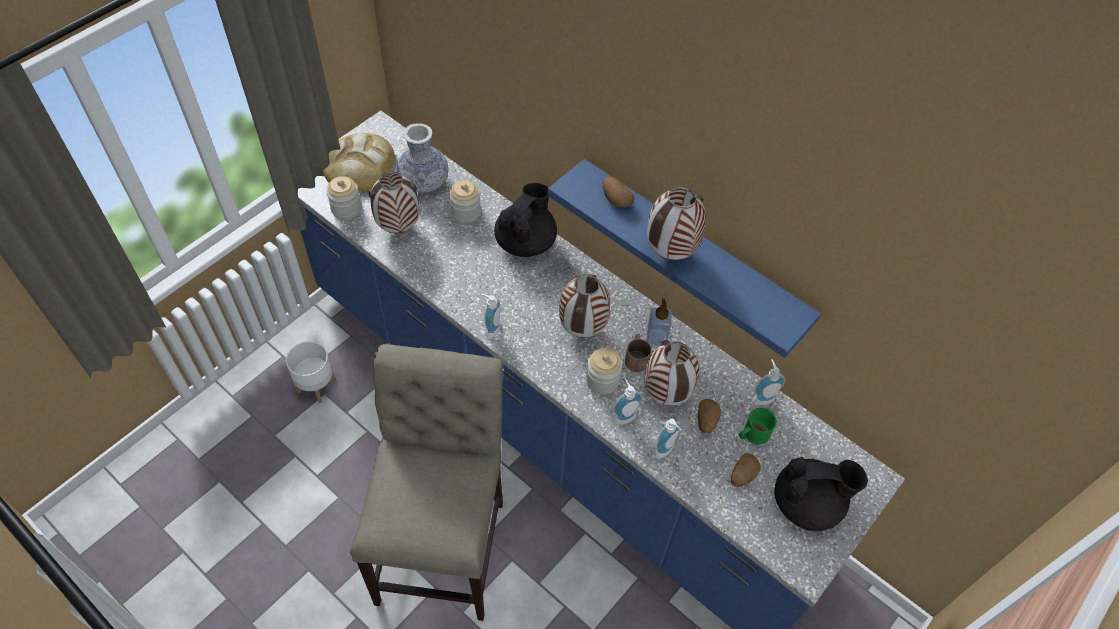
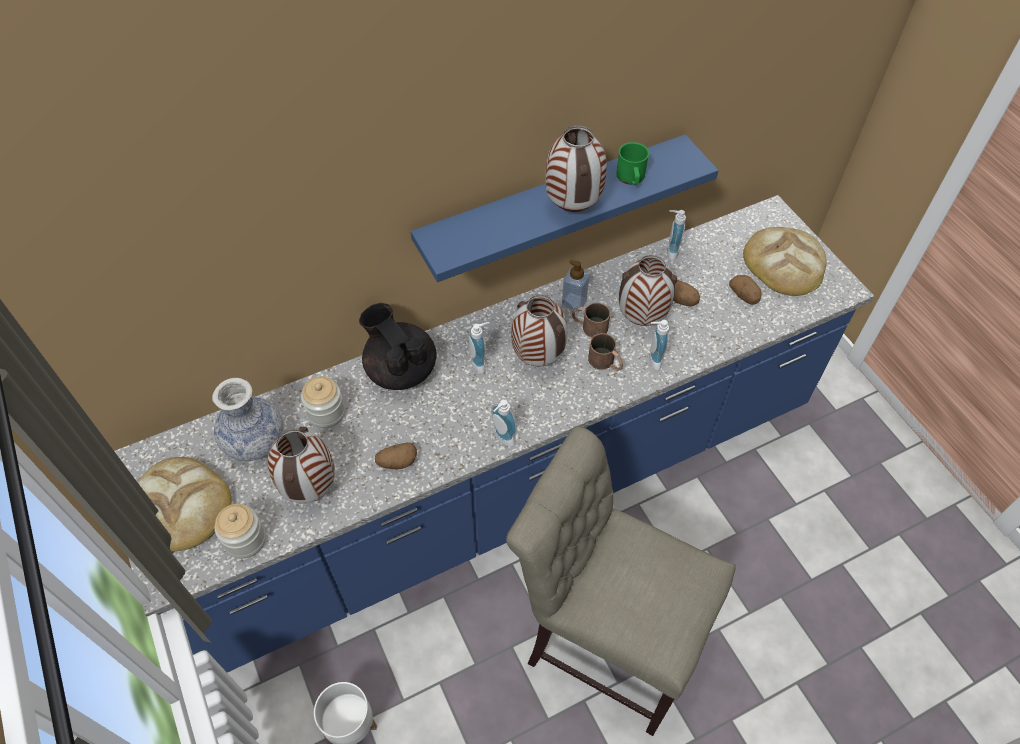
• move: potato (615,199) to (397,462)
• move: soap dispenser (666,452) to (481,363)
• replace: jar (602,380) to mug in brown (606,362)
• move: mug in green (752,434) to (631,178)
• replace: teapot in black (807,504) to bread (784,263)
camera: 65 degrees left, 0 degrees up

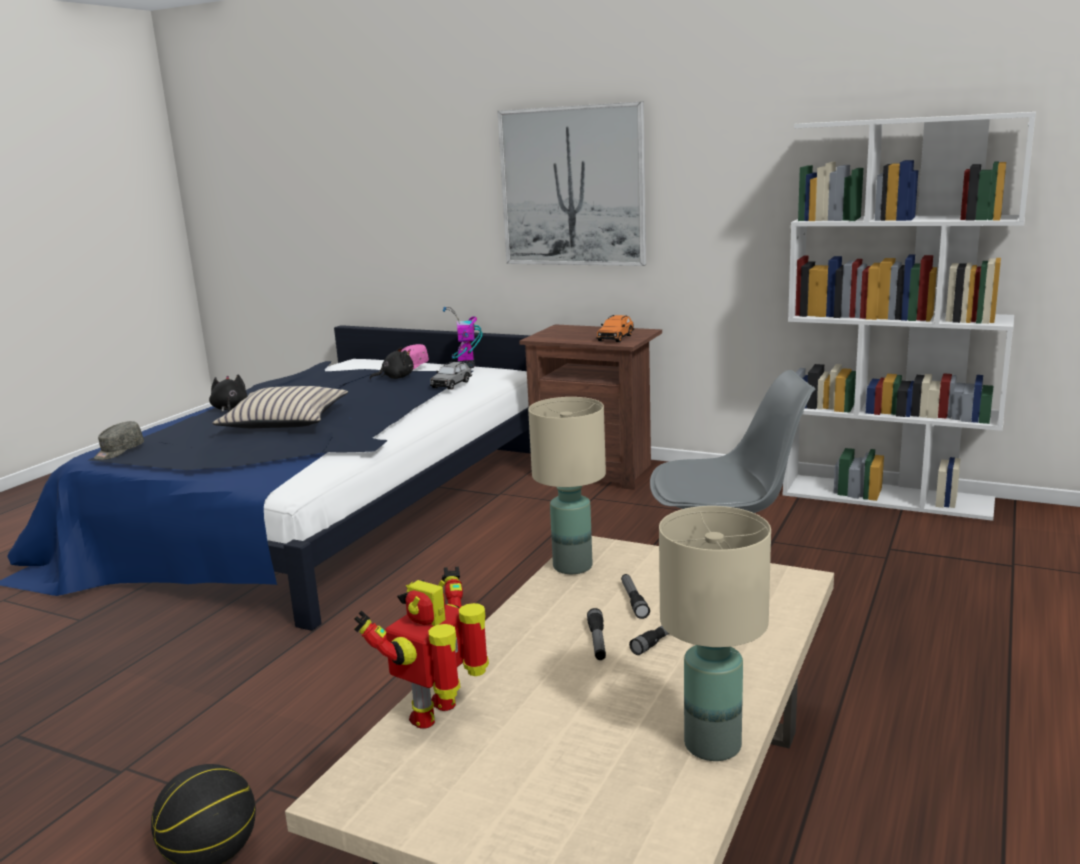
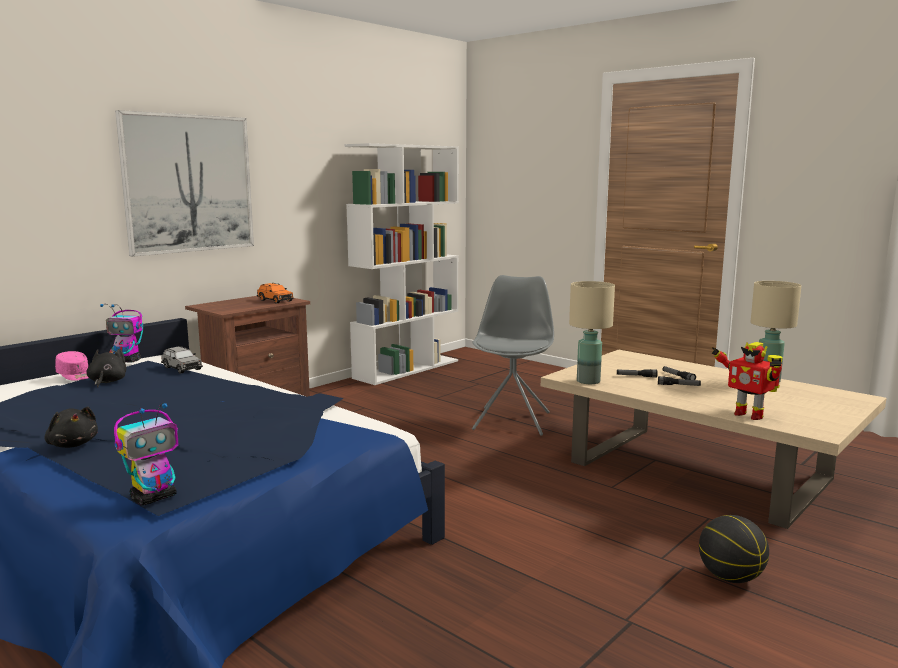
• rotate: plush toy in black (230,409) = (73,444) 135 degrees counterclockwise
• replace: cap in grey (119,451) to toy robot (154,497)
• delete: pillow in beige (285,421)
camera: 75 degrees left, 5 degrees down

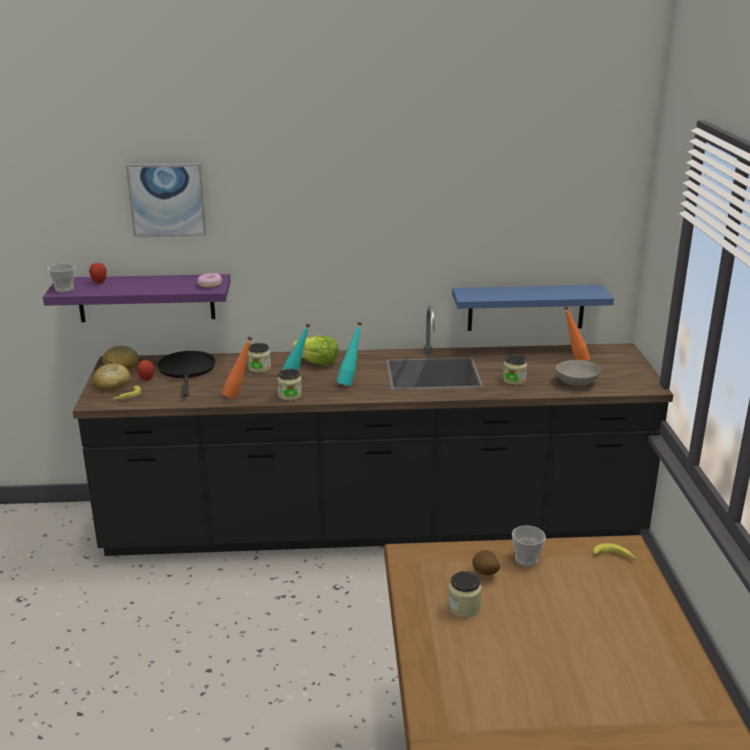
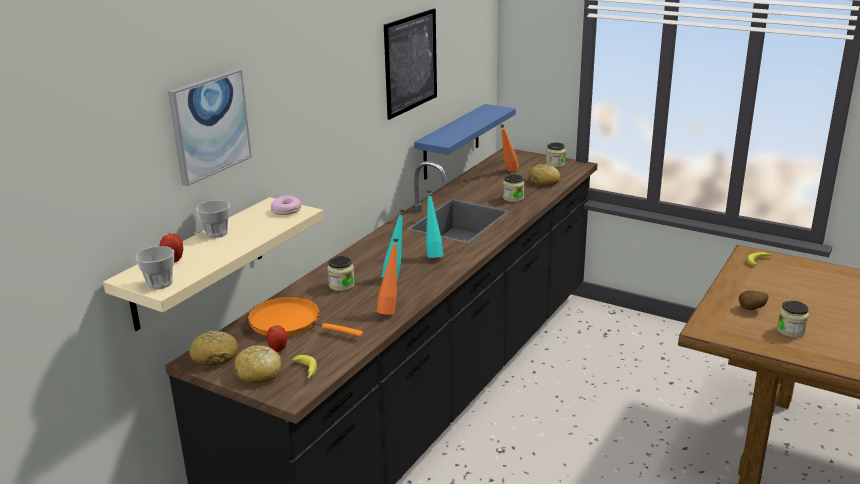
• recolor: shelf in purple (146,298) to shelf in beige (198,263)
• move: cup (526,559) to (216,233)
• recolor: frying pan in black (187,370) to frying pan in orange (290,322)
• insert: picture (410,62)
• replace: bowl in grey (577,383) to bread (544,181)
• move: jar (290,395) to (555,164)
• delete: lettuce (317,362)
camera: 55 degrees left, 0 degrees up

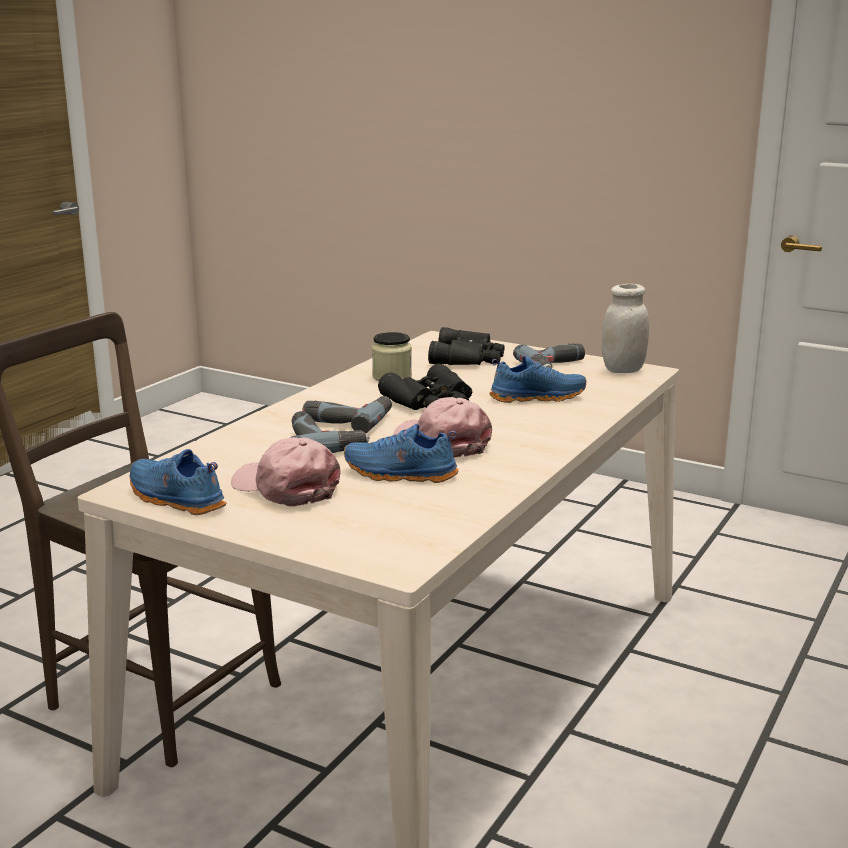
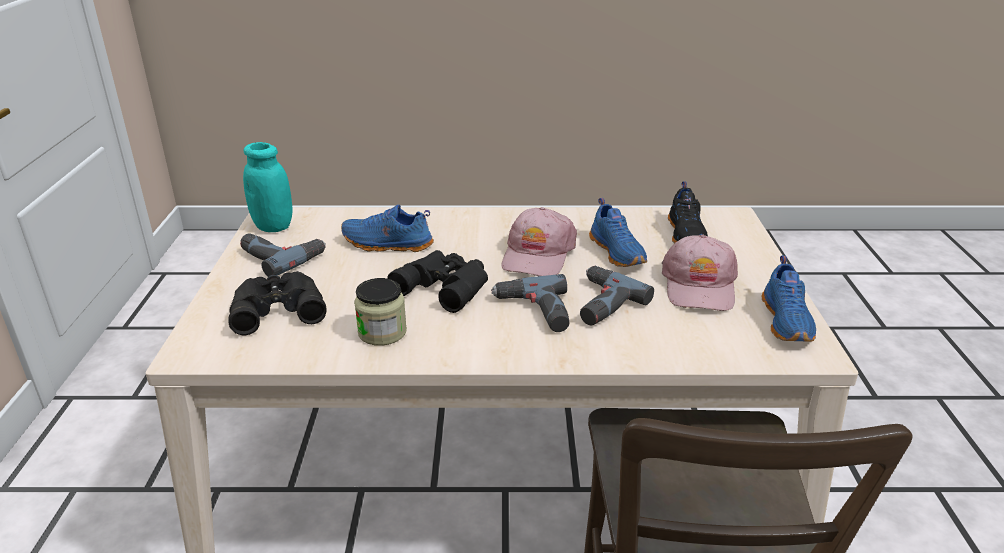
• recolor: jar in white (623,370) to jar in turquoise (273,226)
• rotate: shoe in blue (537,397) = (387,245) 45 degrees counterclockwise
• insert: shoe in black (687,234)
camera: 120 degrees left, 10 degrees up

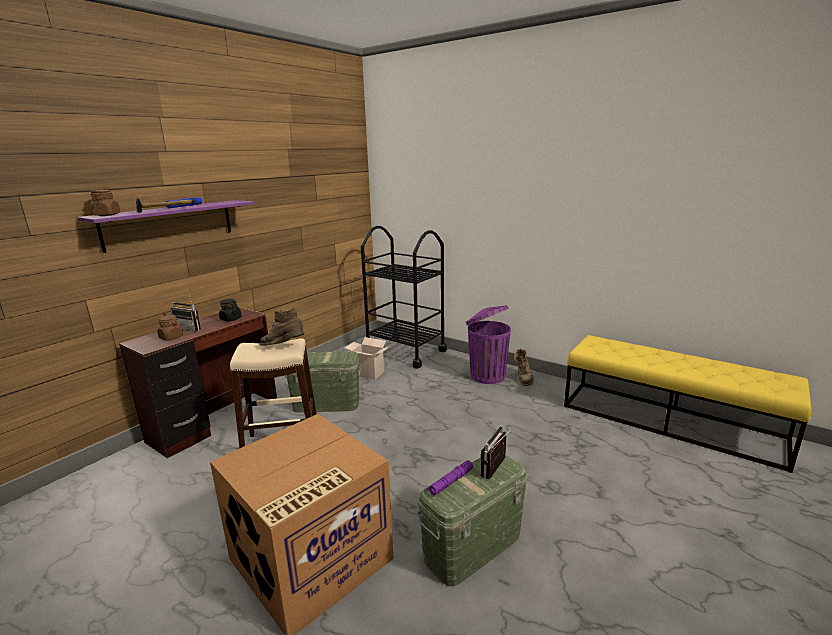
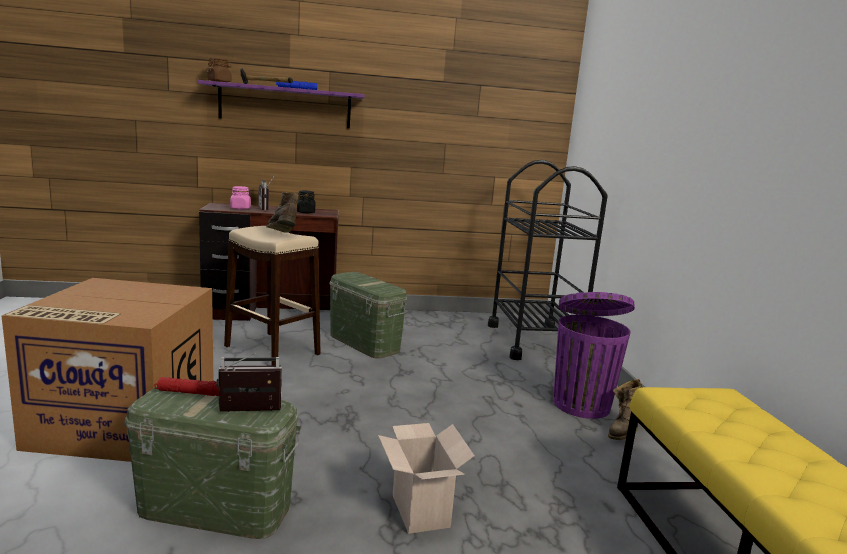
• recolor: flashlight in purple (451,482) to flashlight in red (195,393)
• recolor: jar in brown (171,337) to jar in pink (240,208)
• move: cardboard box (367,374) to (418,510)
camera: 45 degrees right, 5 degrees down

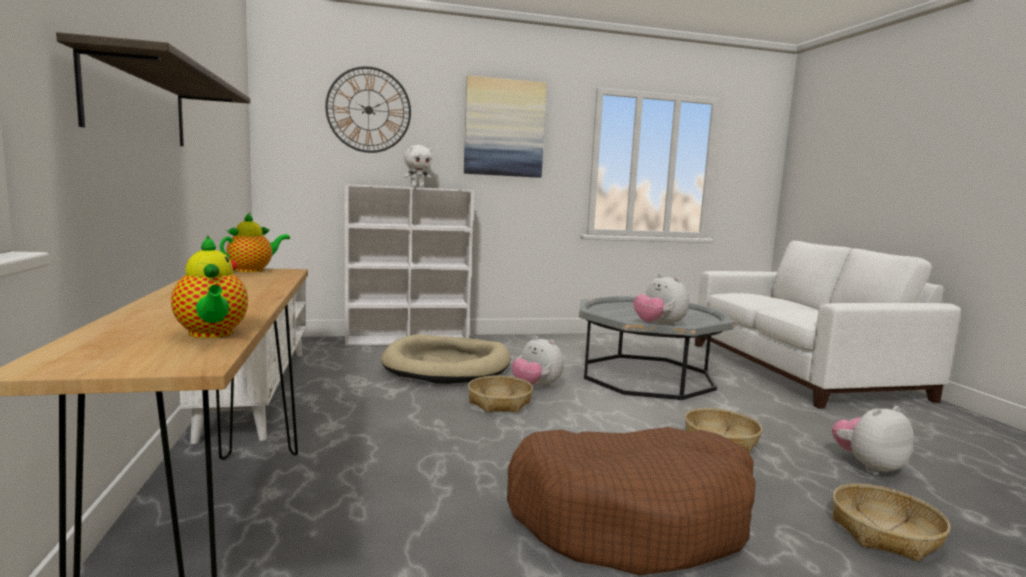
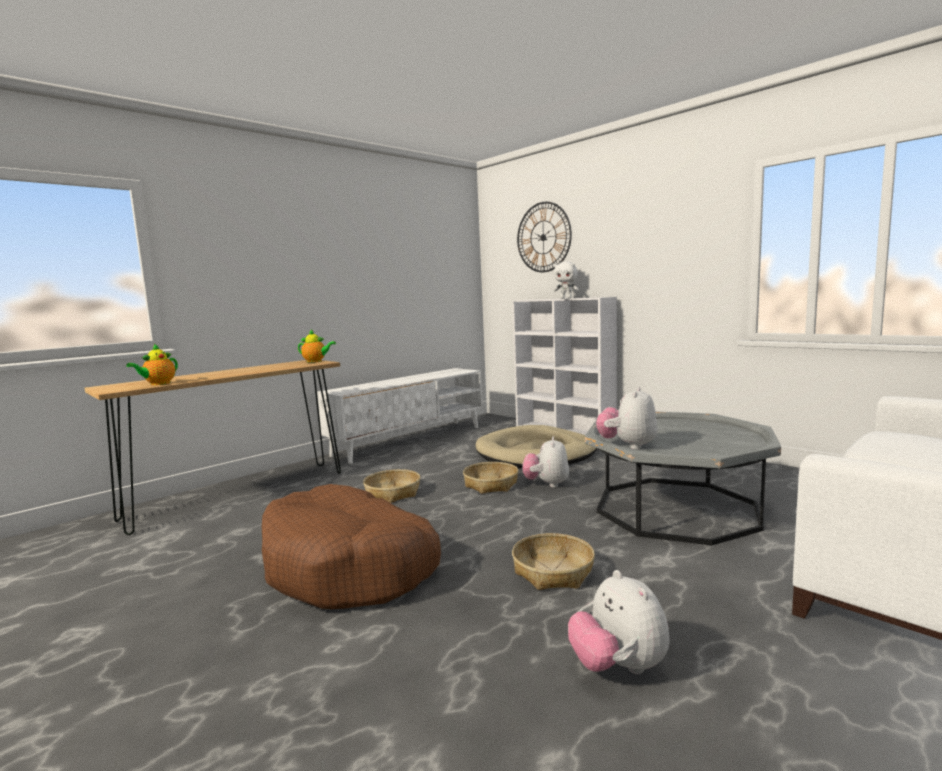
• move: basket (884,533) to (393,493)
• rotate: plush toy (868,466) = (618,667) 150 degrees counterclockwise
• delete: shelf (139,104)
• delete: picture (504,128)
camera: 60 degrees right, 0 degrees up

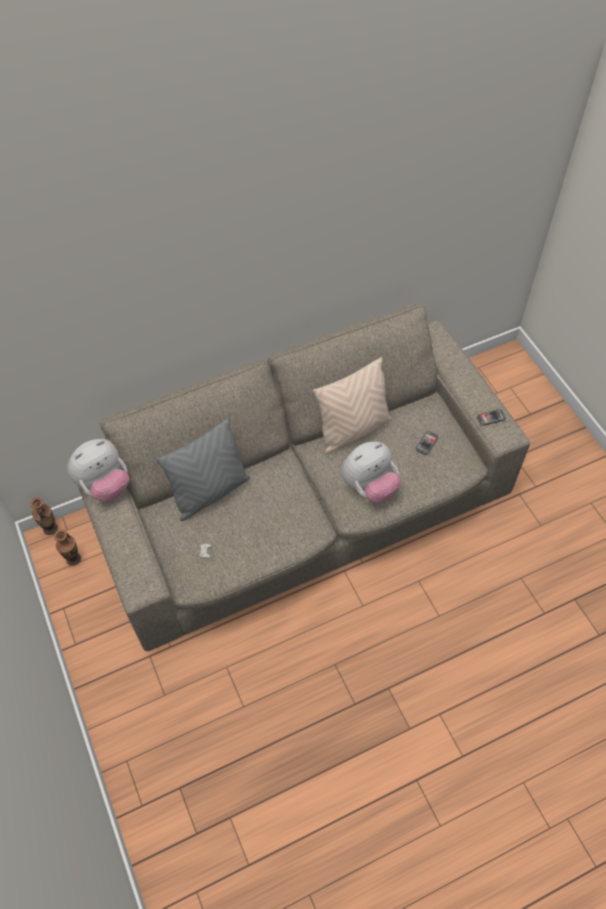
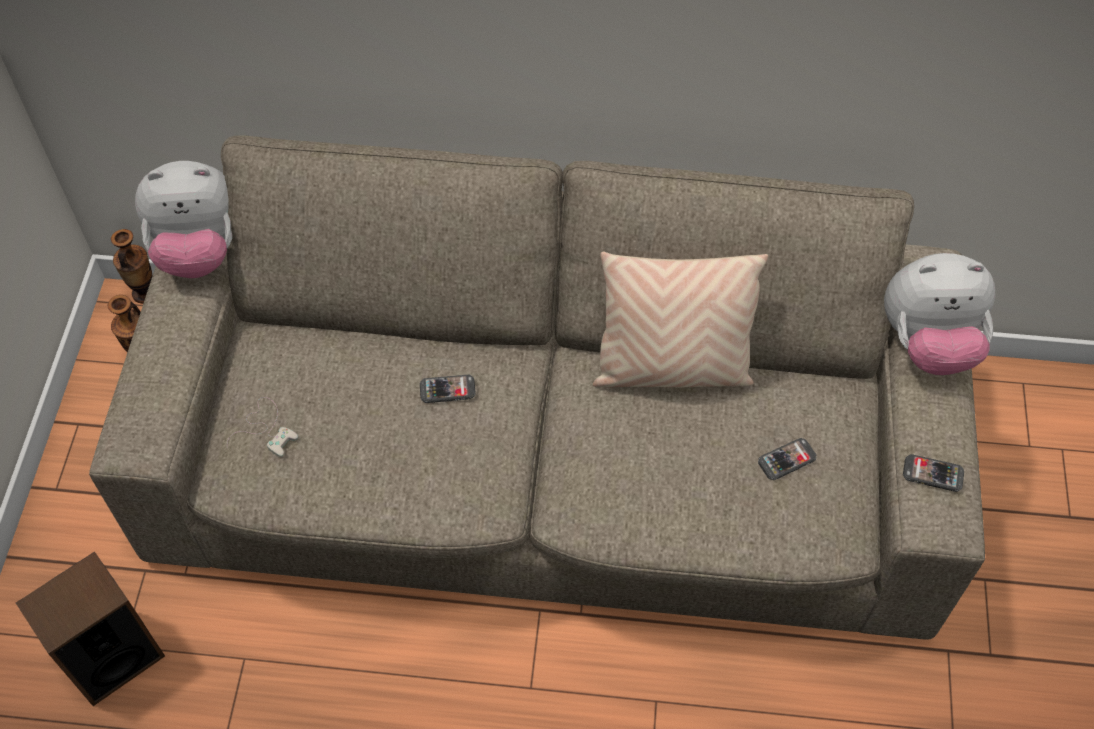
• insert: speaker (113,657)
• insert: phone (447,390)
• move: plush toy (370,486) to (928,343)
• delete: pillow in grey (210,492)
camera: 30 degrees right, 0 degrees up

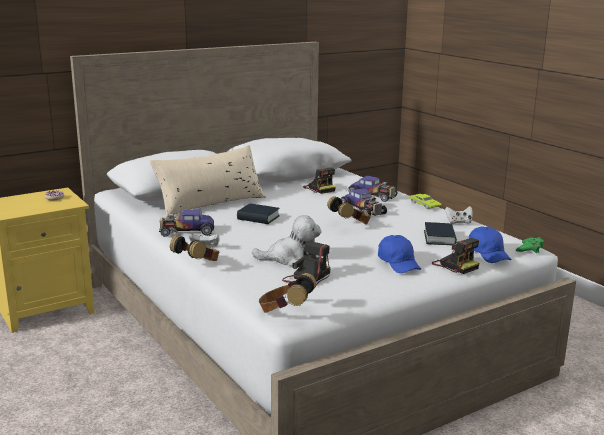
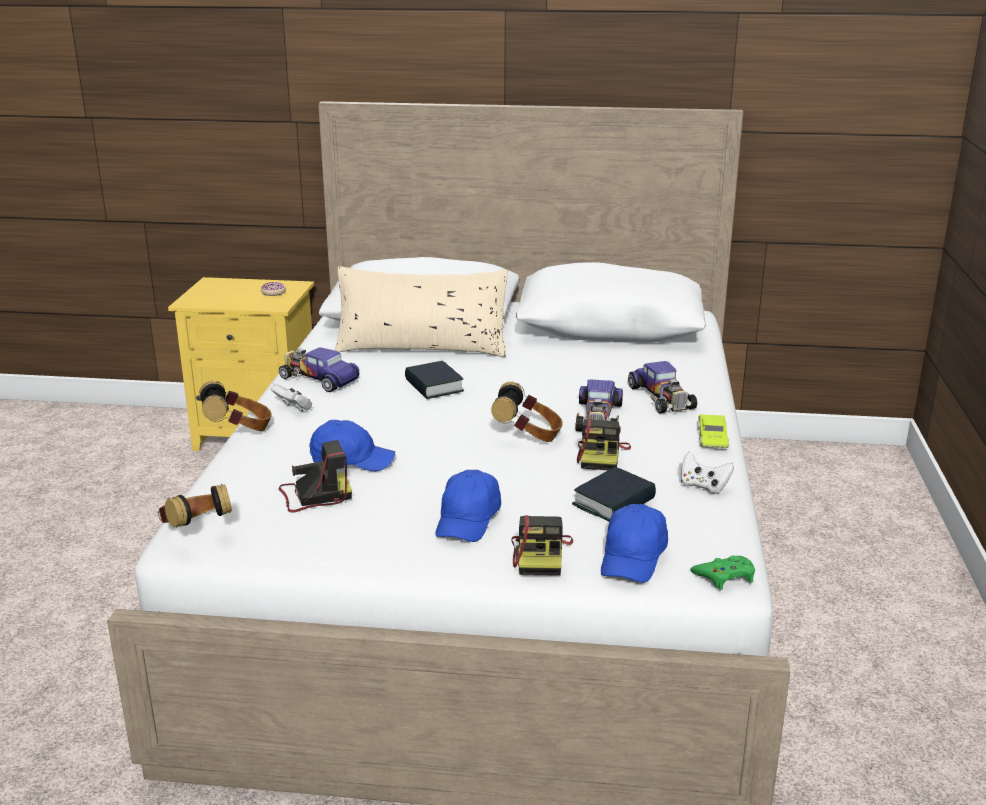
• replace: plush toy (291,259) to cap in blue (351,460)
• move: photo camera (319,188) to (601,456)
camera: 40 degrees right, 5 degrees up

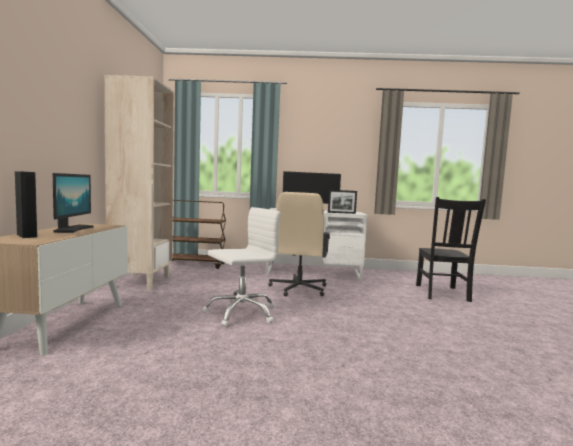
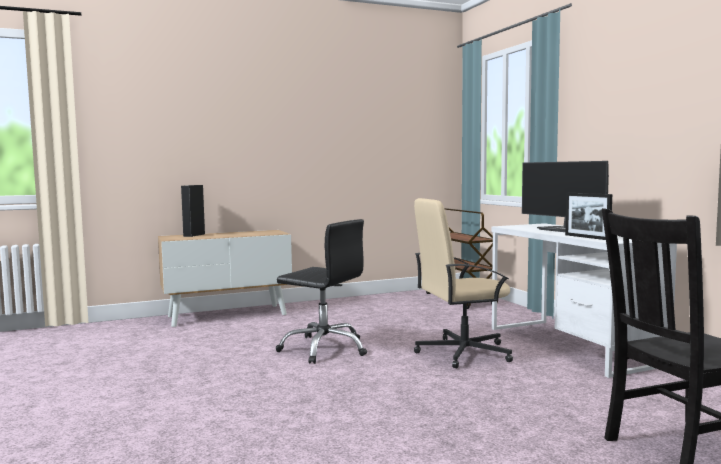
• recolor: office chair in white (241,313) to office chair in black (324,348)
• delete: monitor (72,229)
• delete: bookcase in beige (141,281)
camera: 65 degrees right, 0 degrees up

